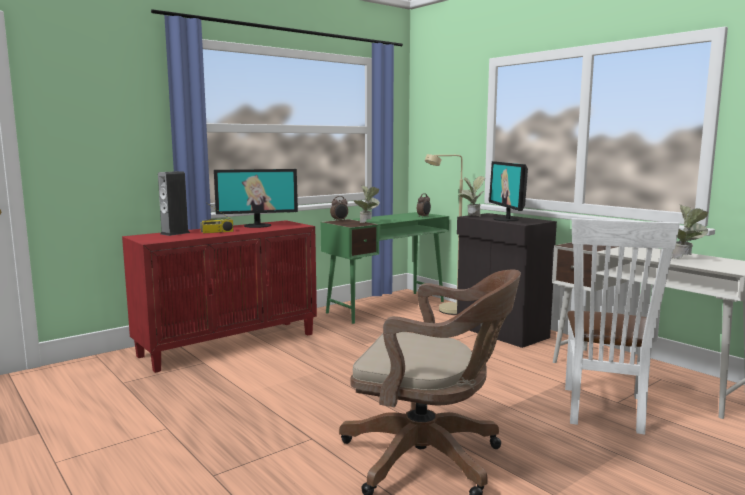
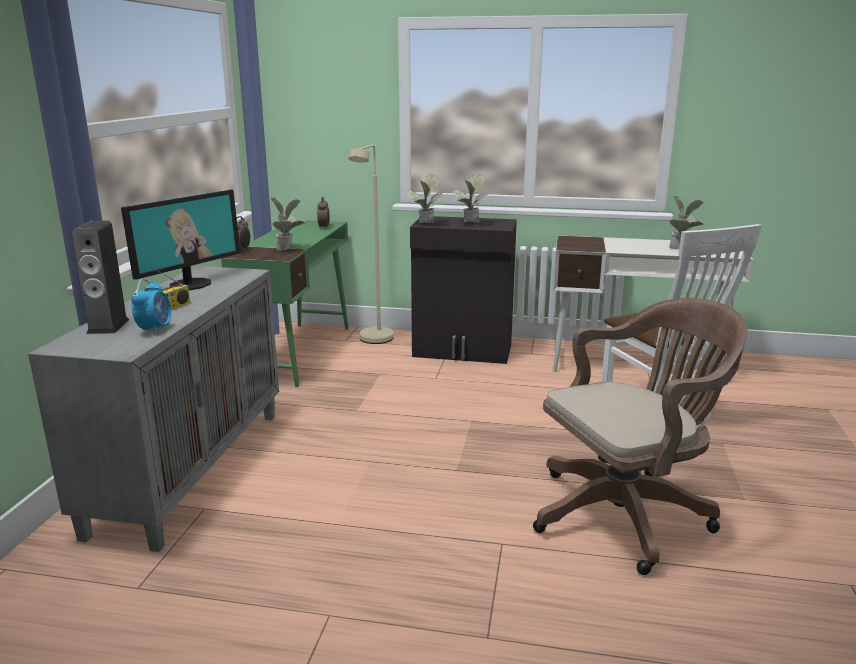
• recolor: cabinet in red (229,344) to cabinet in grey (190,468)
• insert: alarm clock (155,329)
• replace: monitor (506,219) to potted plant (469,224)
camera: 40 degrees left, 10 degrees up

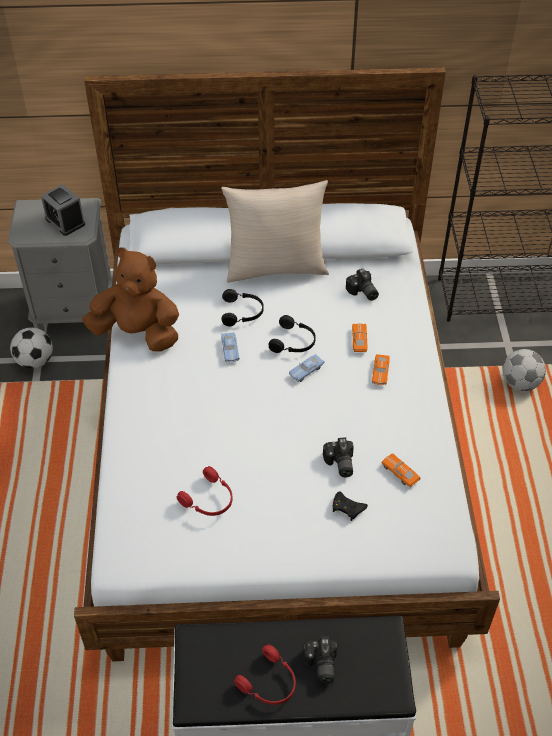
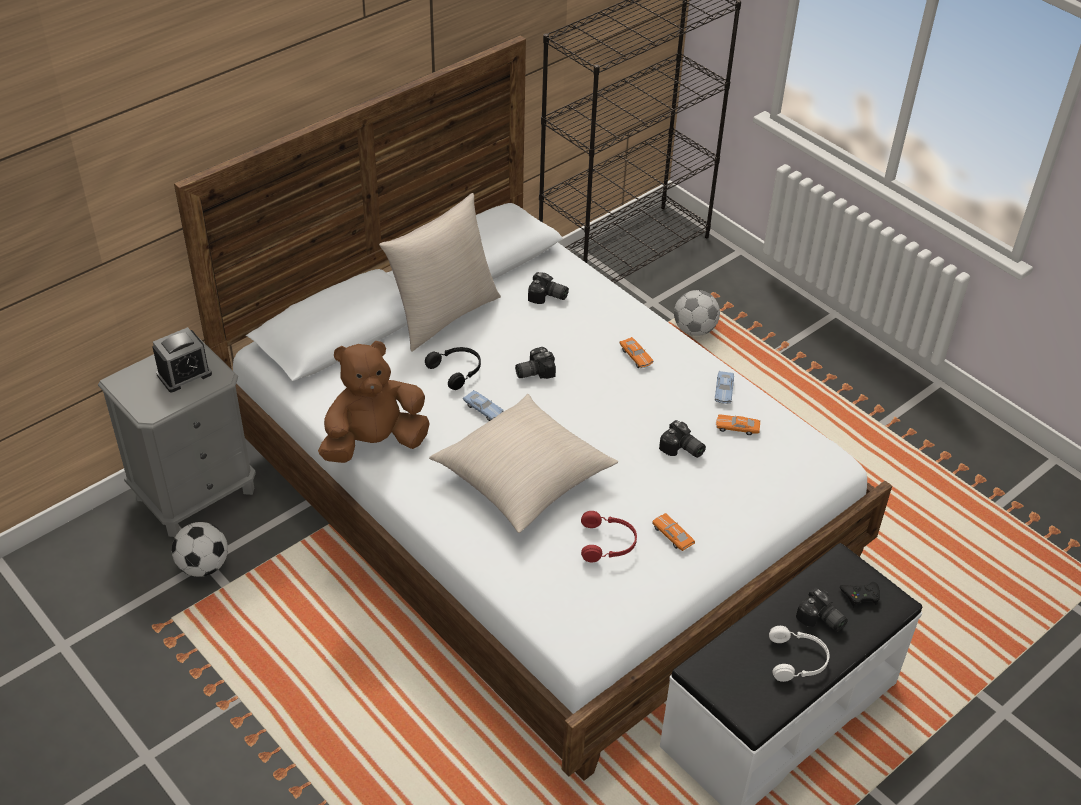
• rotate: alarm clock (65,221) = (184,374) 45 degrees counterclockwise
• insert: pillow in beige (522,477)
• replace: headphones in black (294,342) to photo camera (533,371)
• move: toy car in orange (359,340) to (672,535)
• move: toy car in blue (306,371) to (723,391)
• recolor: headphones in red (270,683) to headphones in white (798,660)
• move: game controller in black (347,508) to (860,596)
camera: 40 degrees left, 5 degrees down

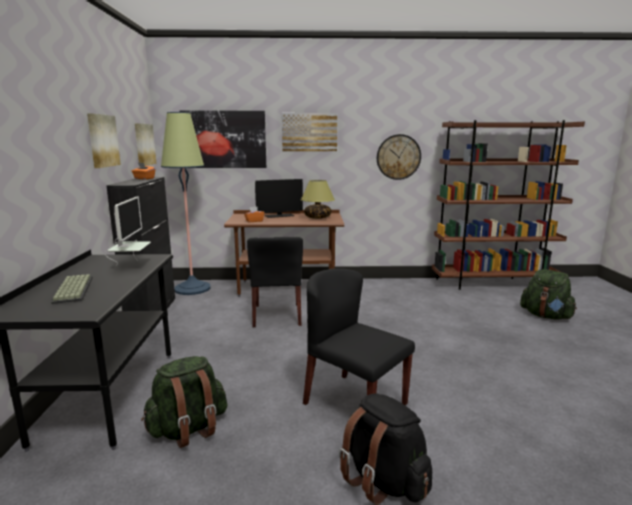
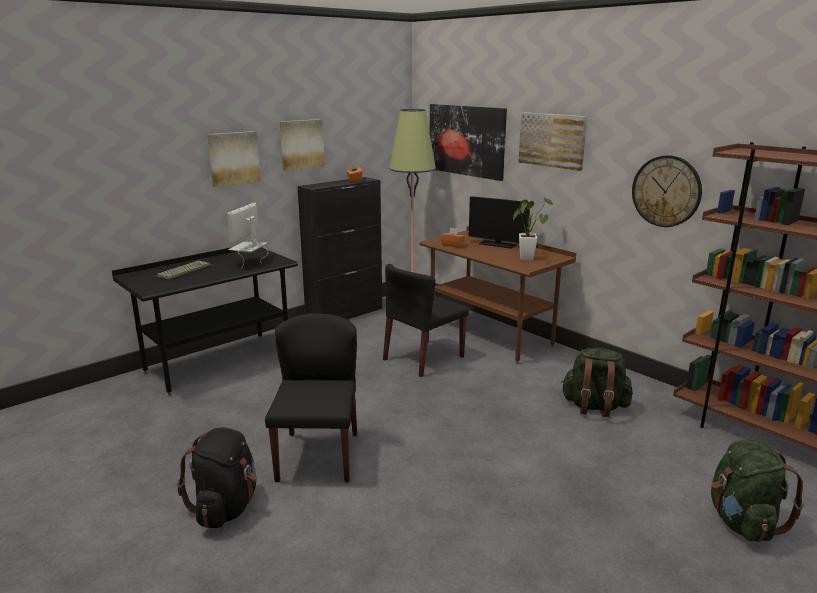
• move: picture (144,144) to (233,158)
• rotate: monitor (131,266) = (250,264) 150 degrees clockwise
• replace: table lamp (317,217) to potted plant (526,257)
• move: backpack in green (188,429) to (594,407)
camera: 50 degrees right, 5 degrees up

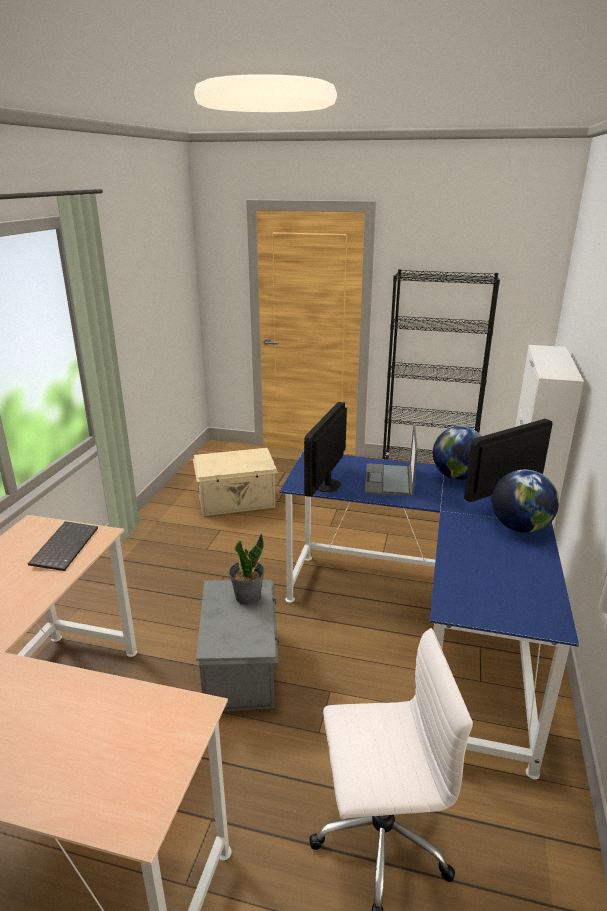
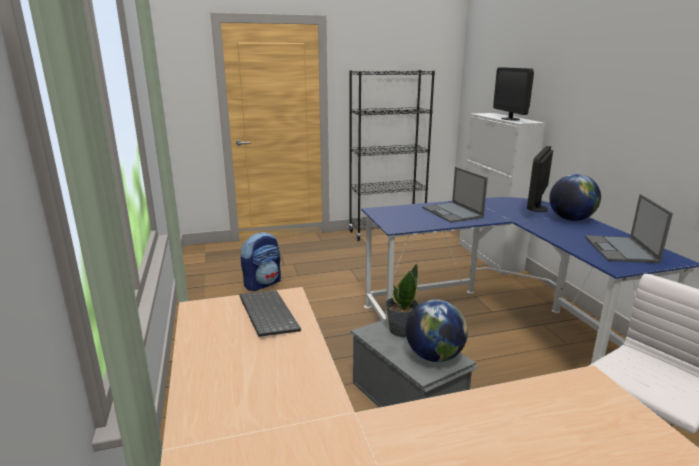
• replace: storage box in beige (237,501) to backpack (263,283)
• move: globe (457,477) to (434,356)
• move: monitor (327,485) to (510,119)
• insert: laptop (621,250)
camera: 30 degrees left, 5 degrees down

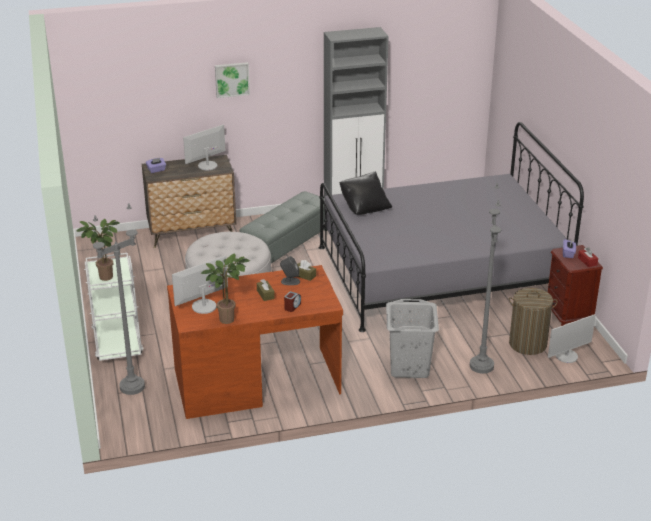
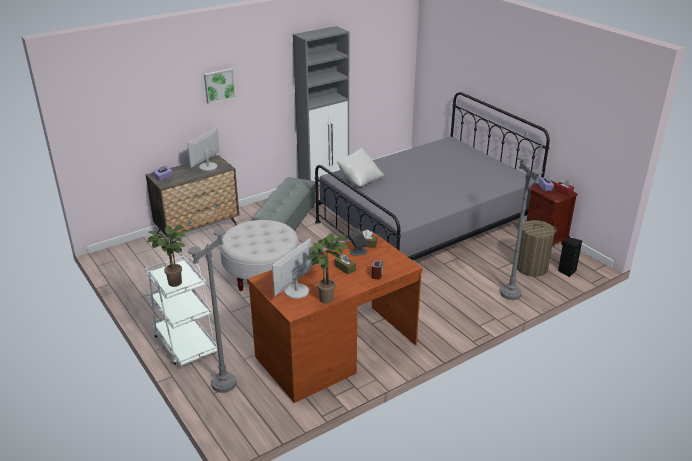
• recolor: pillow in black (364,207) to pillow in white (359,180)
• replace: monitor (566,356) to speaker in black (566,271)
• delete: laundry basket in grey (409,367)
camera: 20 degrees left, 0 degrees up

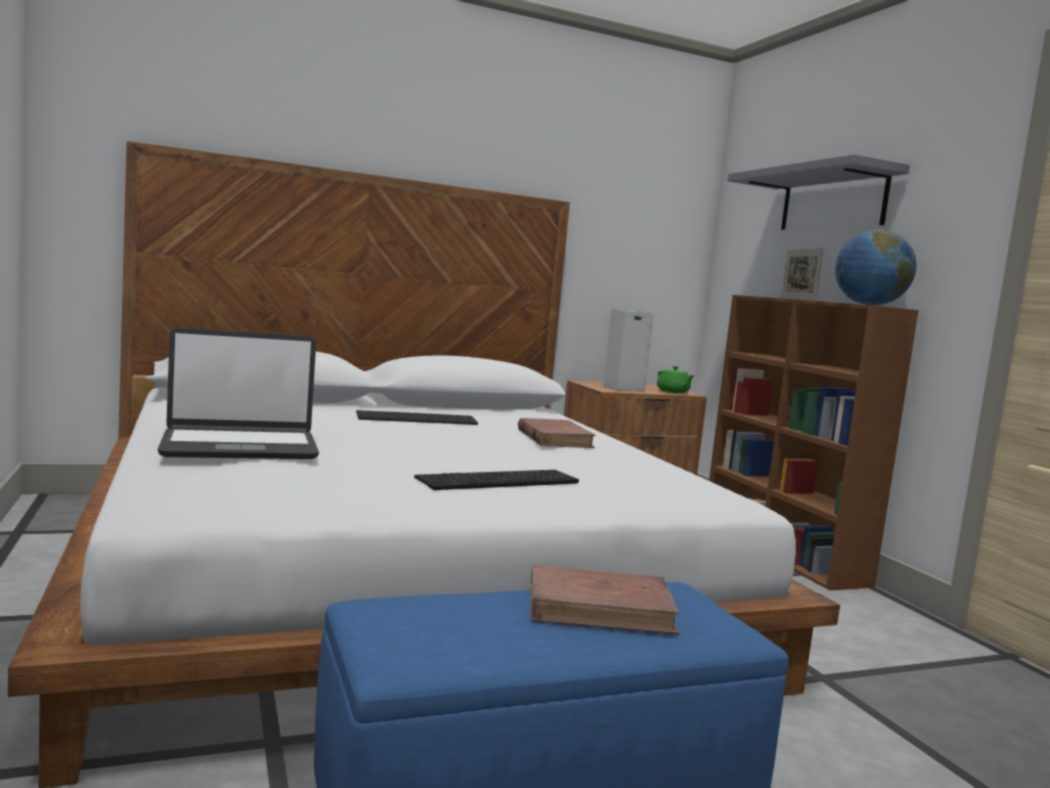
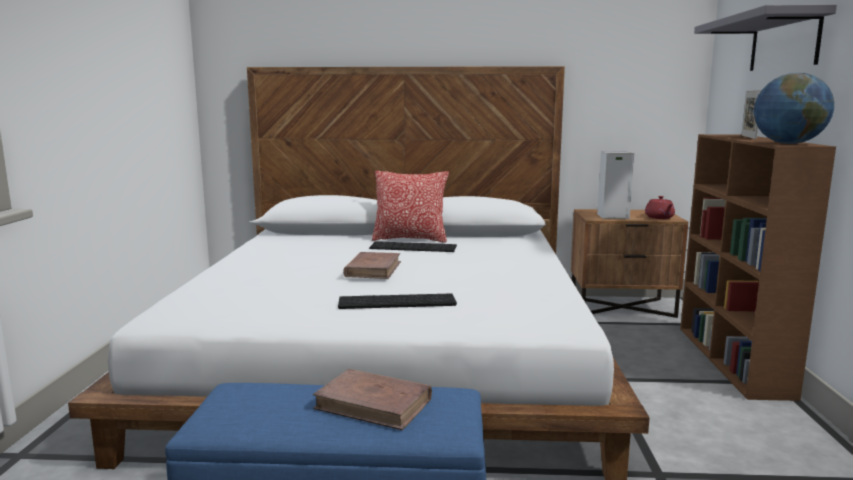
• move: book in brown (554,438) to (373,269)
• insert: pillow (410,239)
• recolor: teapot in green (673,392) to teapot in red (659,218)
• delete: laptop (240,446)
camera: 25 degrees right, 5 degrees up

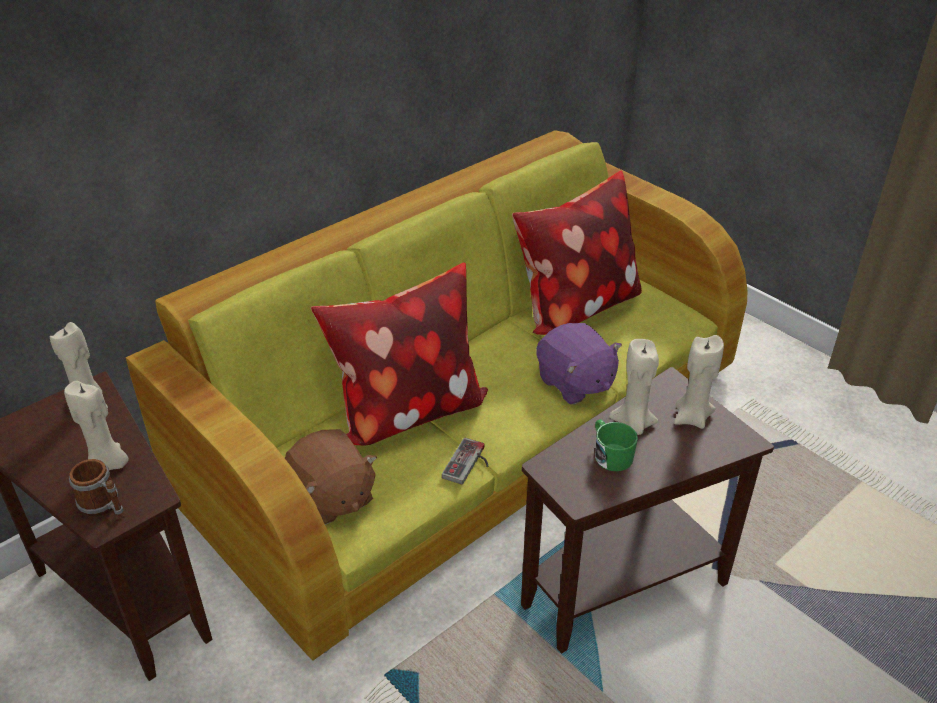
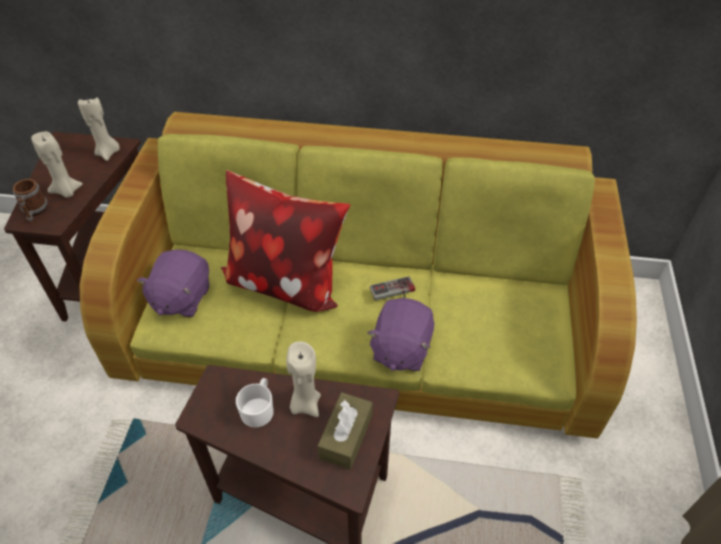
• recolor: plush toy in brown (332,498) to plush toy in purple (181,298)
• recolor: mug in green (610,454) to mug in white (259,408)
• replace: candle in beige (691,418) to tissue box in brown (346,436)
• move: game controller (469,464) to (394,293)
• delete: pillow (575,307)
camera: 50 degrees right, 10 degrees up

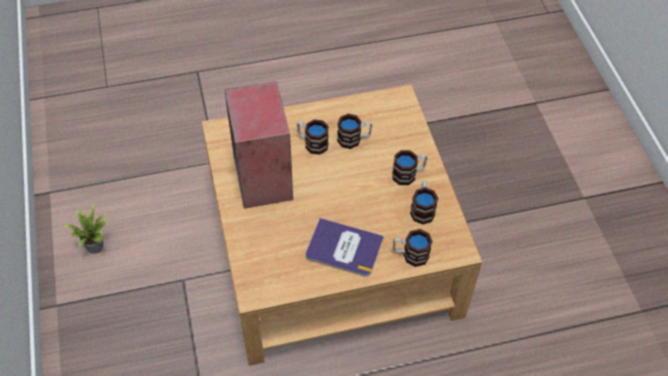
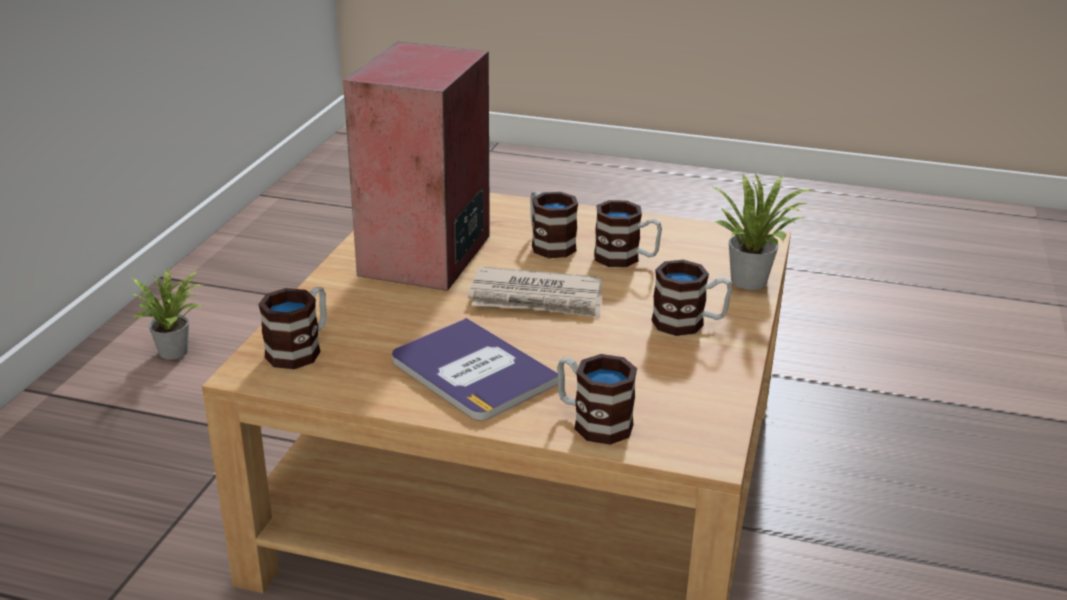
• move: mug (422,209) to (301,349)
• insert: newspaper (537,298)
• insert: potted plant (752,279)
camera: 30 degrees right, 25 degrees down

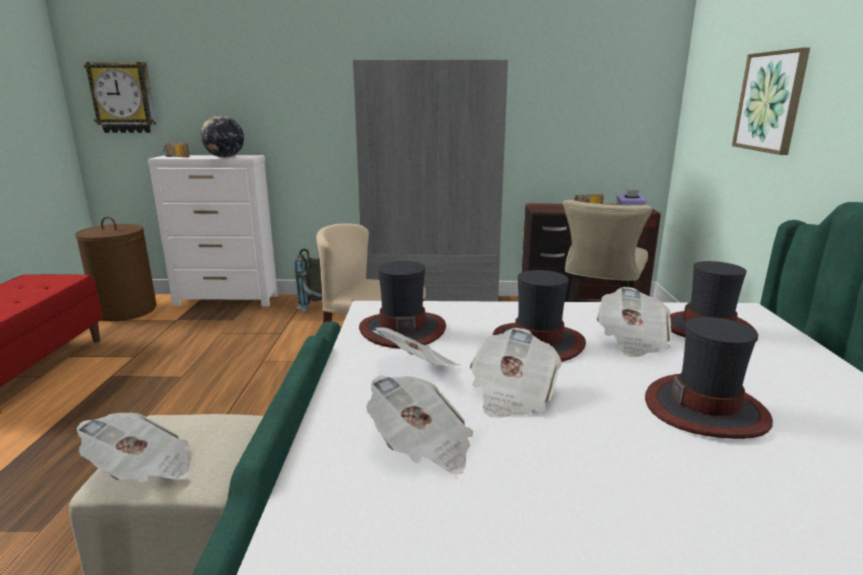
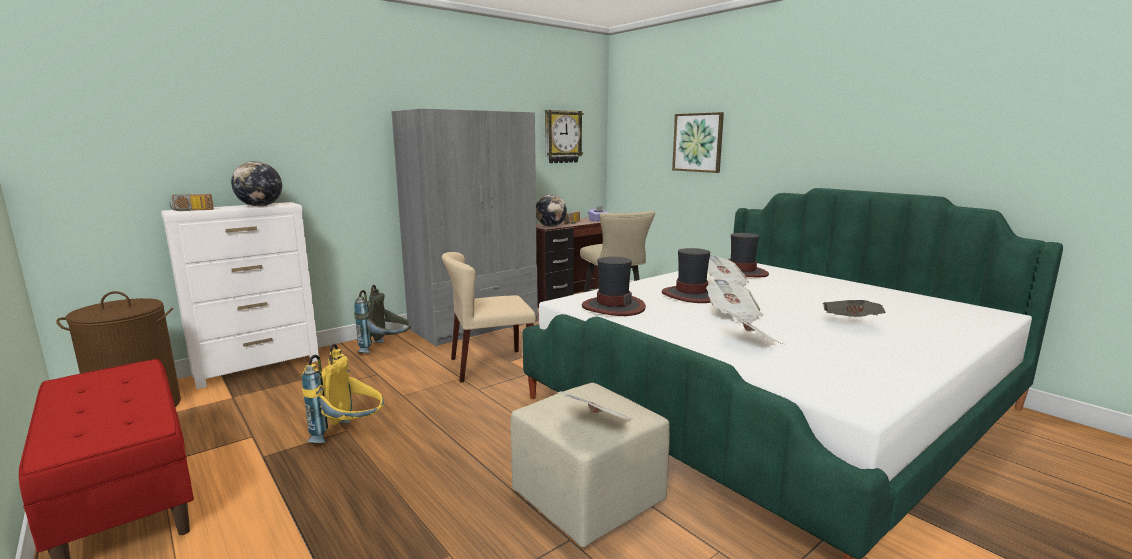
• insert: backpack in yellow (351,435)
• insert: globe (551,226)
• move: wall clock (123,98) to (562,136)
• move: newspaper (417,368) to (851,324)
• delete: hat (706,409)
camera: 40 degrees left, 5 degrees down

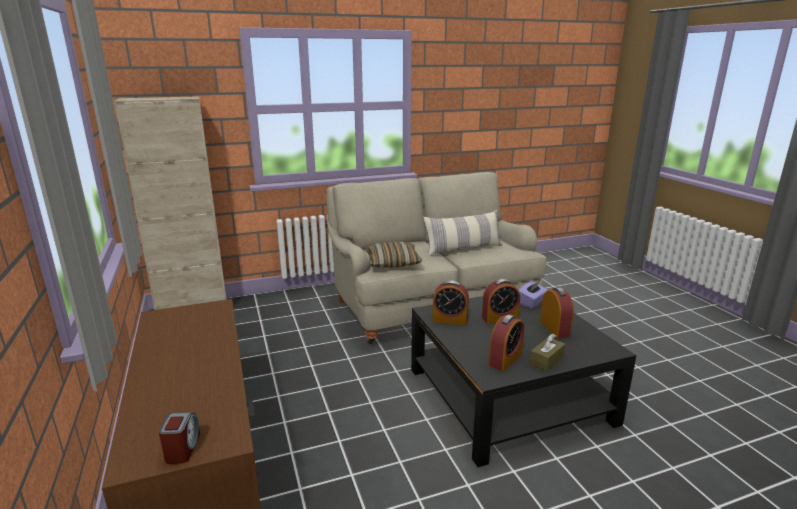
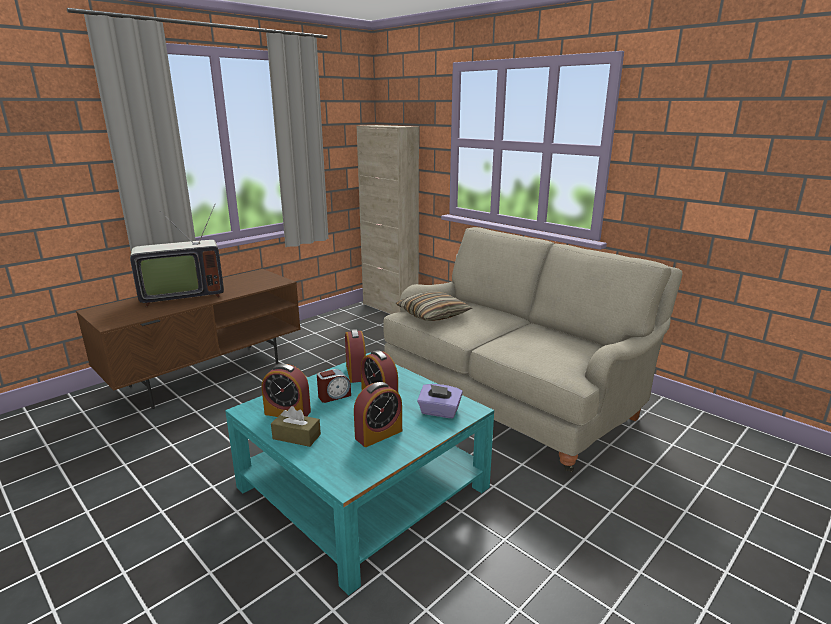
• insert: television (181,296)
• recolor: coffee table in black (508,395) to coffee table in turquoise (363,487)
• move: alarm clock (182,448) to (334,396)
• delete: pillow (463,249)
camera: 65 degrees right, 0 degrees up

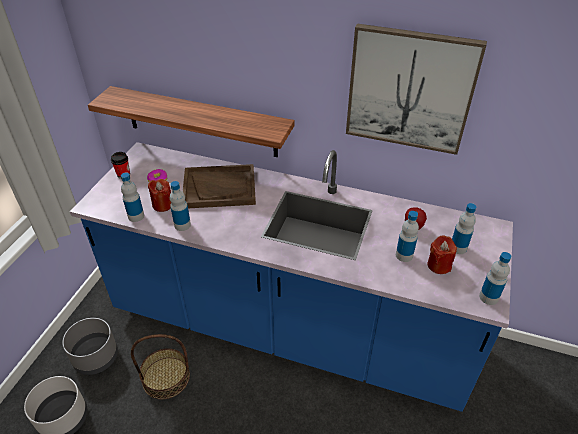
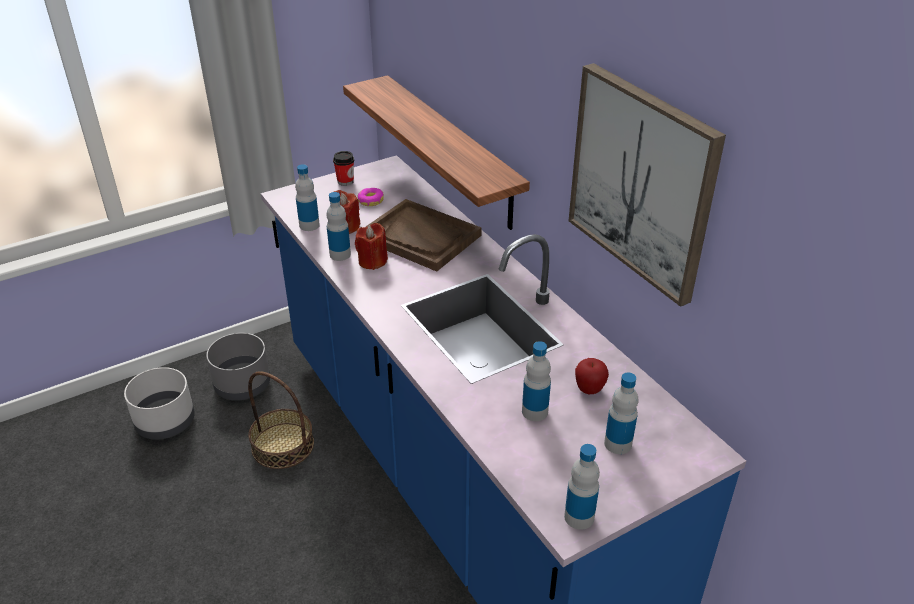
• move: candle in red (439,265) to (372,261)
camera: 40 degrees right, 5 degrees down

